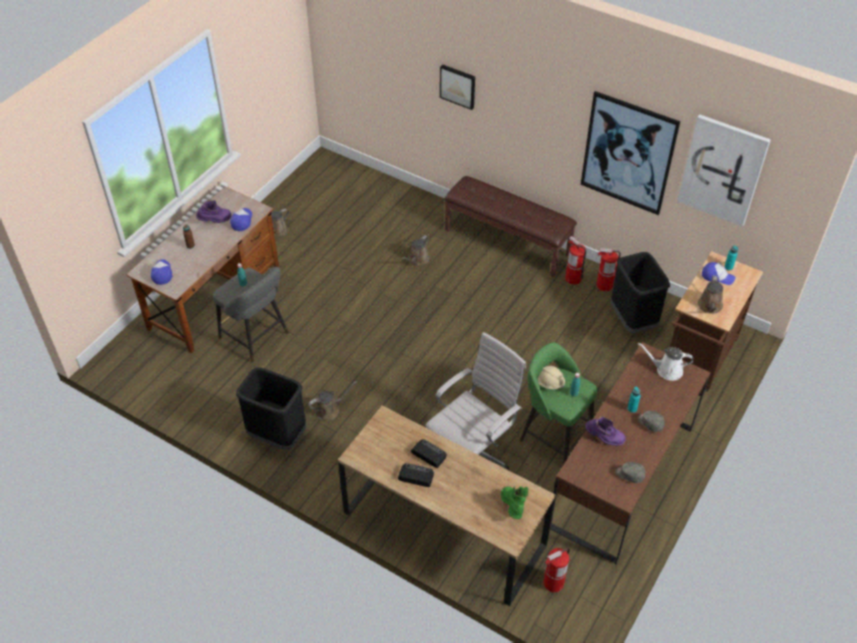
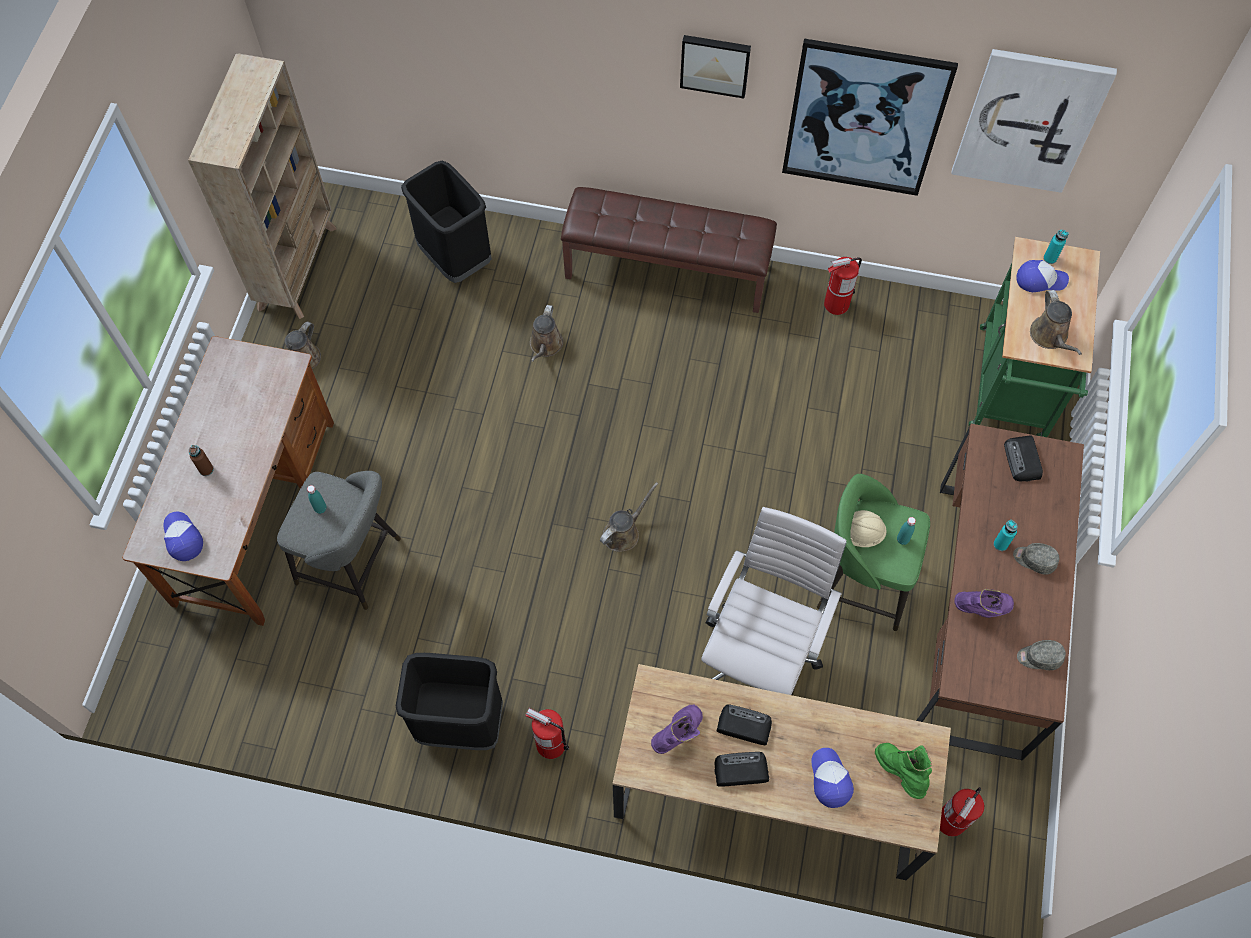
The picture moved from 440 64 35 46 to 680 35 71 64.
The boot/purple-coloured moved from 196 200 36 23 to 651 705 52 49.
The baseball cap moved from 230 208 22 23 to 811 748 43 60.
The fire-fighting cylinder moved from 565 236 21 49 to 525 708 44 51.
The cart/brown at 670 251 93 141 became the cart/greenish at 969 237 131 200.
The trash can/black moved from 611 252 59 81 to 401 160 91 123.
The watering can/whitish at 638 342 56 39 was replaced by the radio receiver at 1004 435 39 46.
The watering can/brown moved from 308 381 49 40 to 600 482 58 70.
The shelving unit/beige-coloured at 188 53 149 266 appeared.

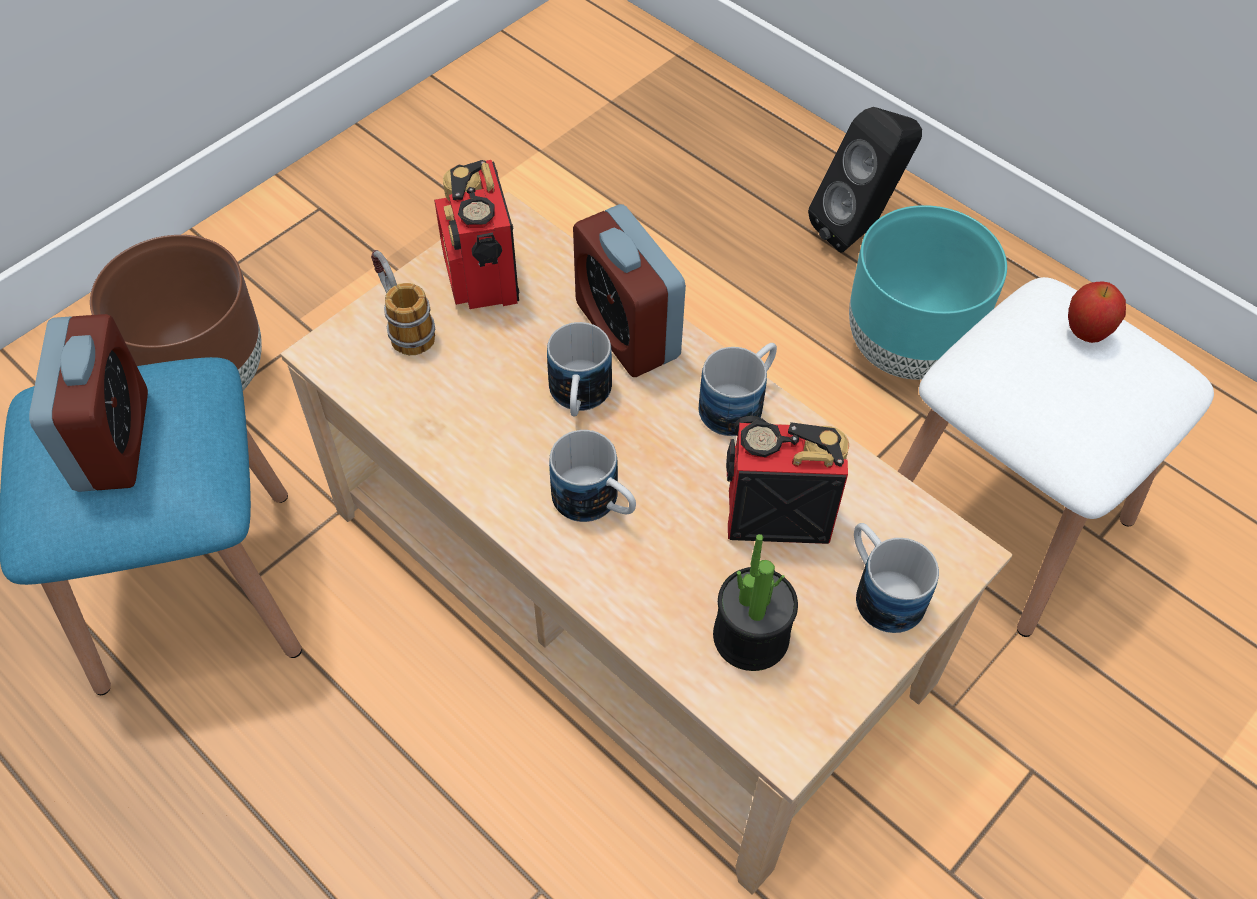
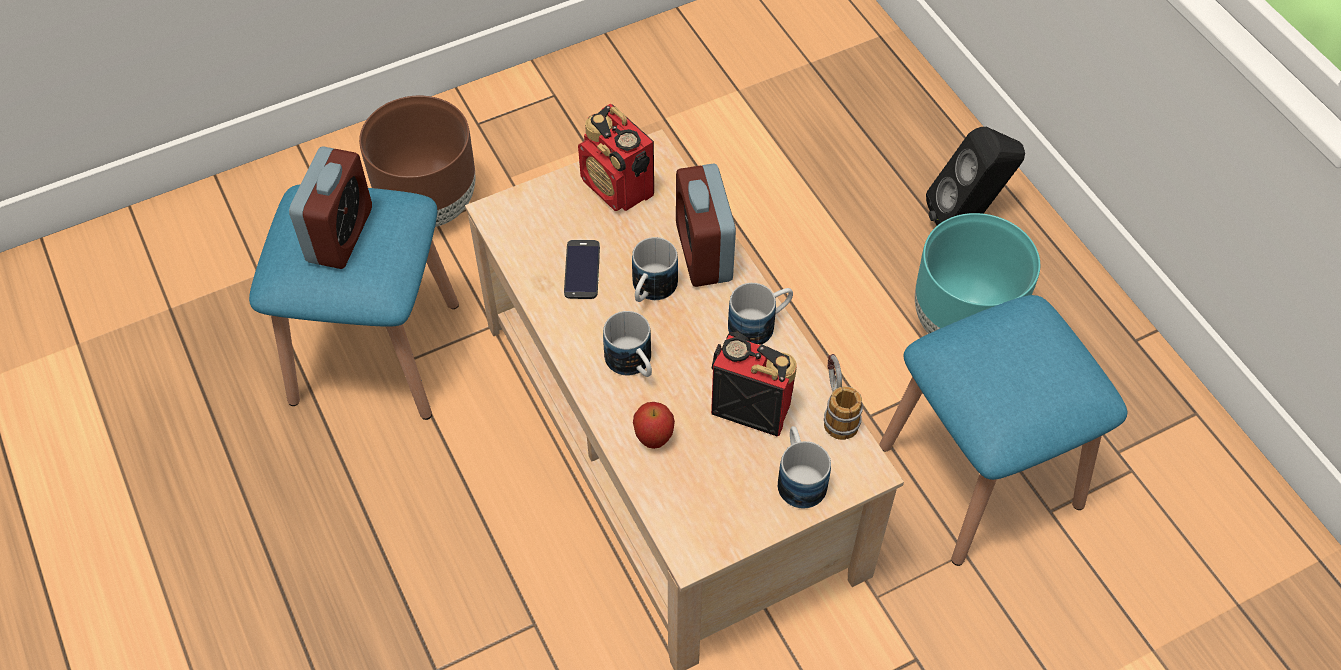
The radio receiver at 434 160 86 149 turned 45 degrees counterclockwise.
The coffee mug moved from 371 250 64 105 to 824 354 39 86.
The stool/whitish at 898 277 316 360 became the stool/bluish at 879 295 248 271.
The apple fruit moved from 1068 281 58 62 to 633 402 42 47.
The plant in a pot at 713 534 85 137 disappeared.
The handset at 564 240 36 59 appeared.

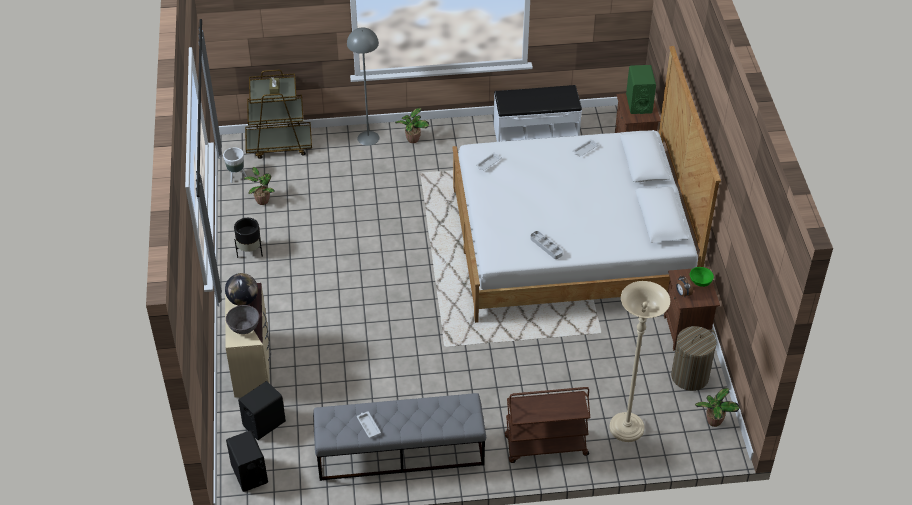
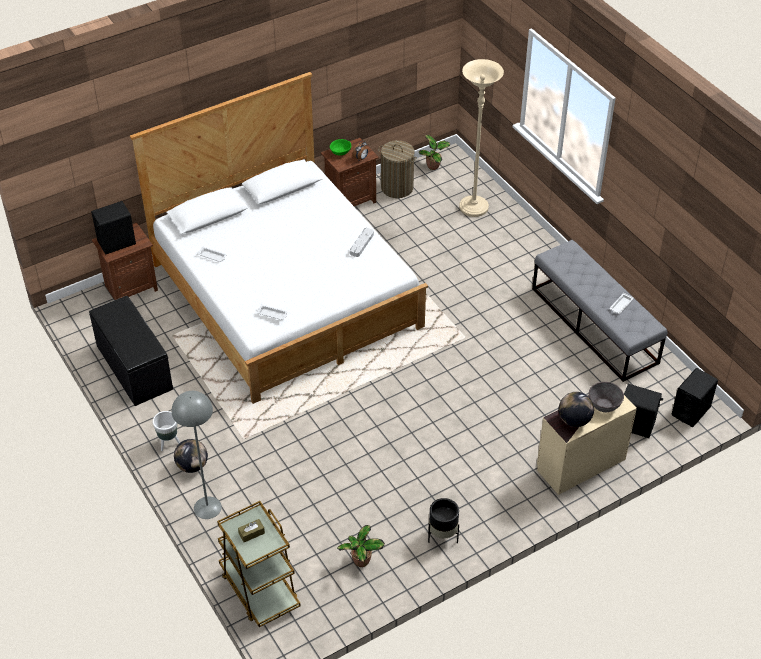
The audio speaker/greenish at 626 65 30 49 became the audio speaker/black at 91 201 45 54.
The bench/whitish at 494 85 88 57 became the bench/black at 89 296 84 110.
The plant in a pot at 395 108 34 35 was replaced by the desk globe at 174 439 34 34.
The flower pot/whitish moved from 223 147 24 36 to 153 411 27 40.
The cart/brown at 505 387 85 76 disappeared.

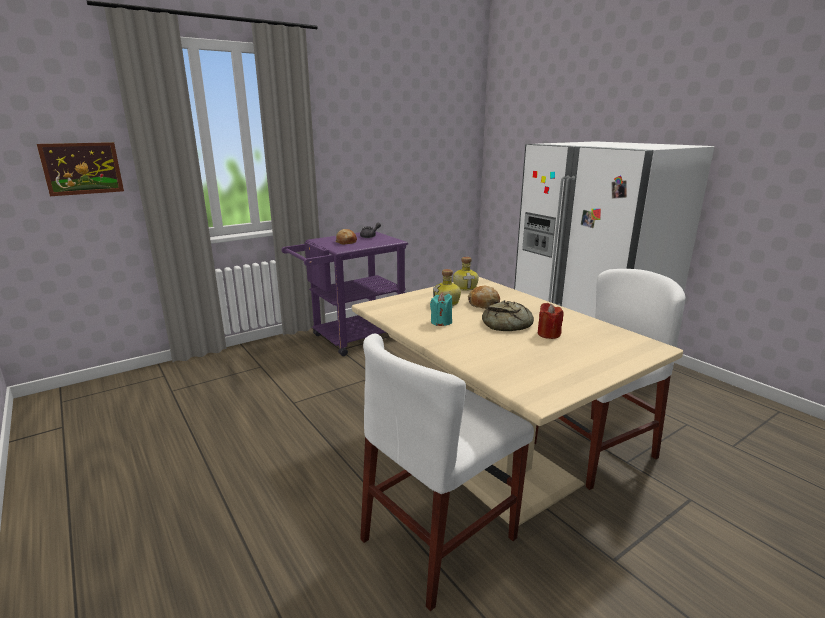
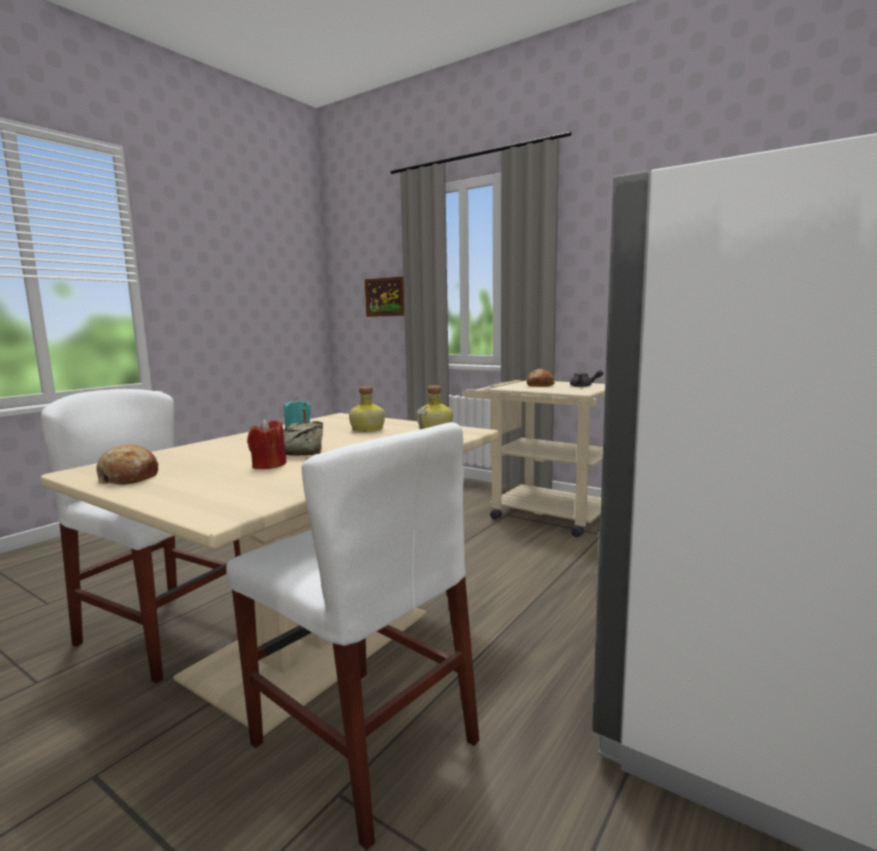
The cart/purple-coloured at 282 232 126 124 became the cart/beige-coloured at 462 380 143 157.
The baked bread moved from 468 286 32 23 to 96 445 62 40.

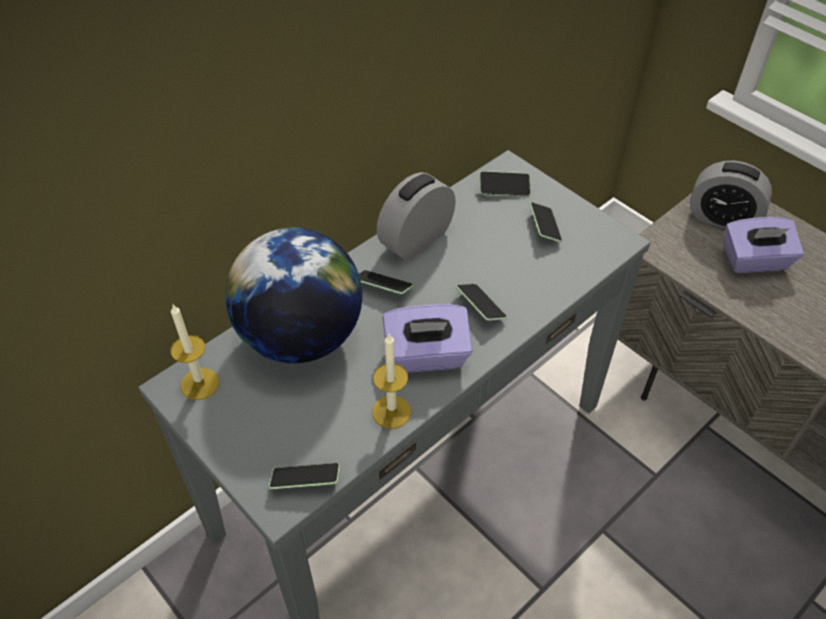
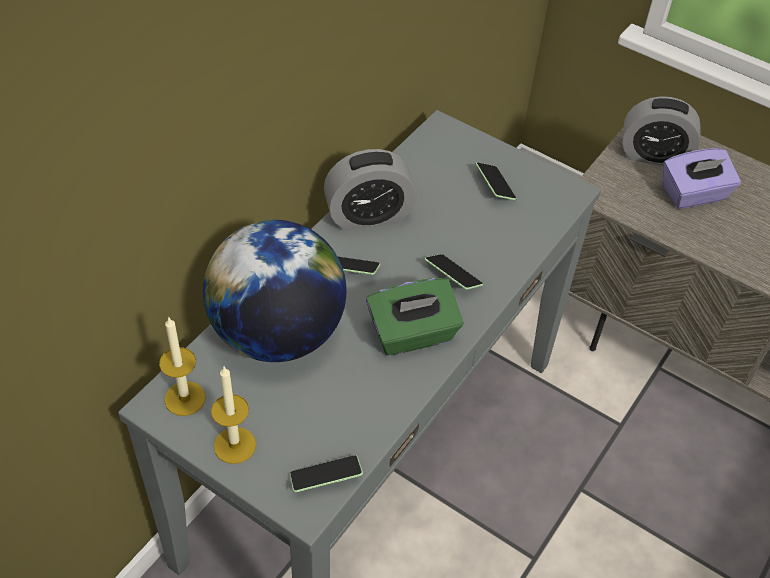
The handset at 479 171 52 26 disappeared.
The bedside clock at 376 172 80 88 turned 135 degrees counterclockwise.
The tissue holder/purple-coloured at 383 304 89 69 became the tissue holder/greenish at 366 278 97 78.
The wax light moved from 372 333 39 96 to 211 367 45 97.

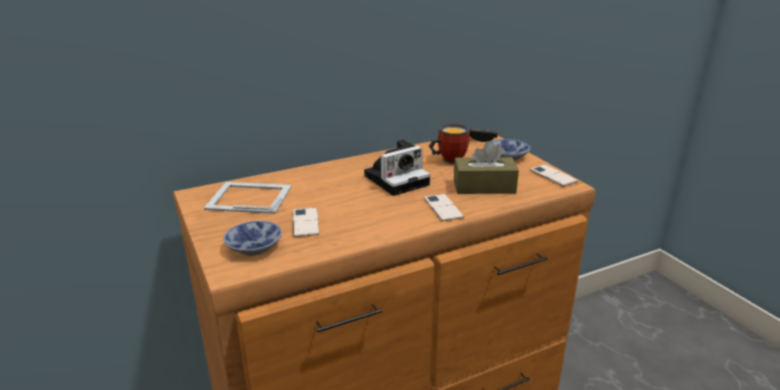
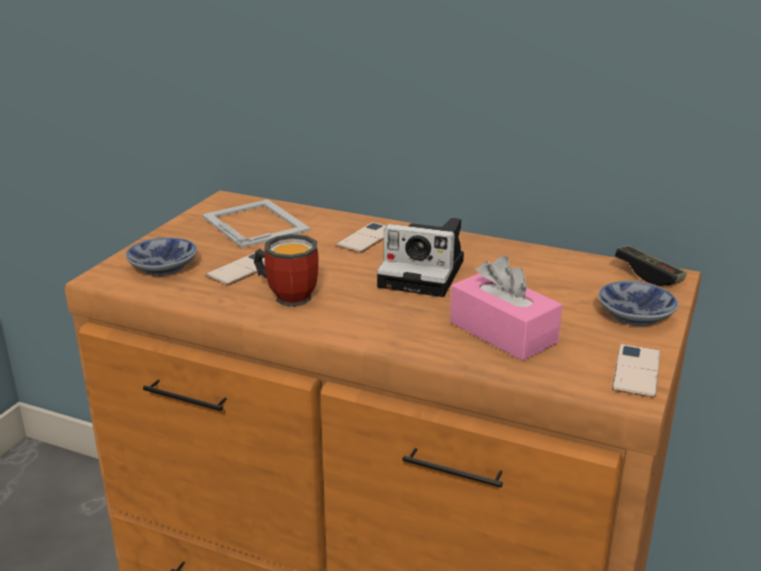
The coffee mug moved from 429 124 41 40 to 254 234 64 73.
The tissue holder/brown at 454 141 65 53 became the tissue holder/pinkish at 450 256 113 105.
The handset moved from 424 194 40 27 to 336 222 51 31.

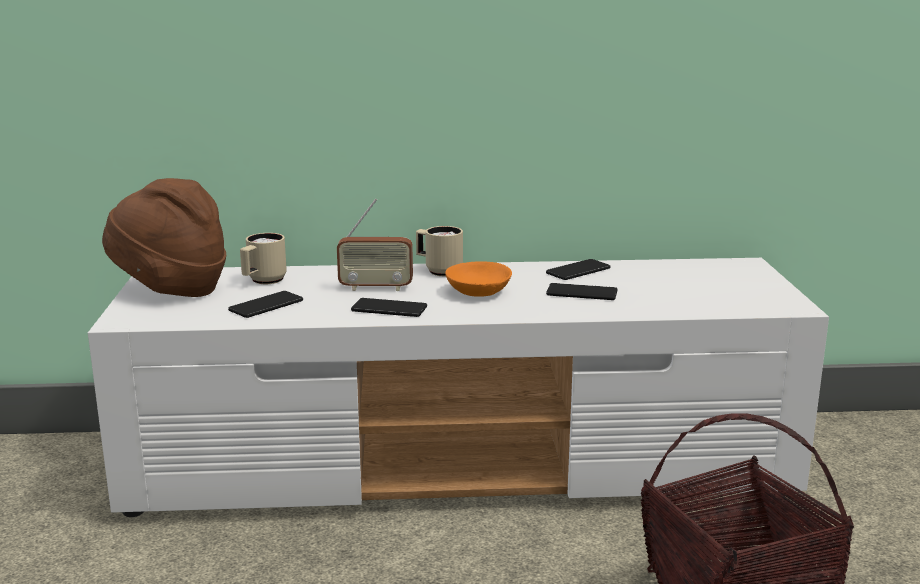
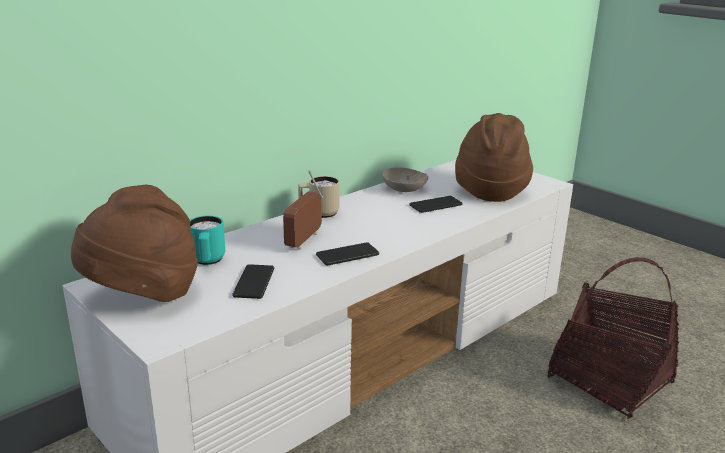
The radio receiver at 337 198 76 93 turned 150 degrees clockwise.
The coffee mug/beige-coloured at 240 233 47 51 became the coffee mug/blue-green at 190 216 35 49.
The handset at 546 259 65 21 was replaced by the serving bowl/beige-coloured at 382 167 46 25.
The serving bowl/orangey at 445 261 67 36 disappeared.
The hat/brown at 455 113 78 89 appeared.

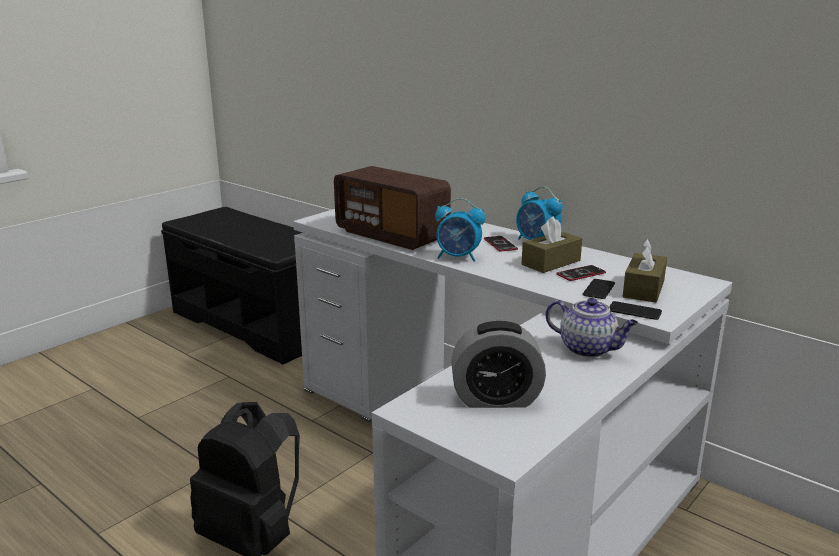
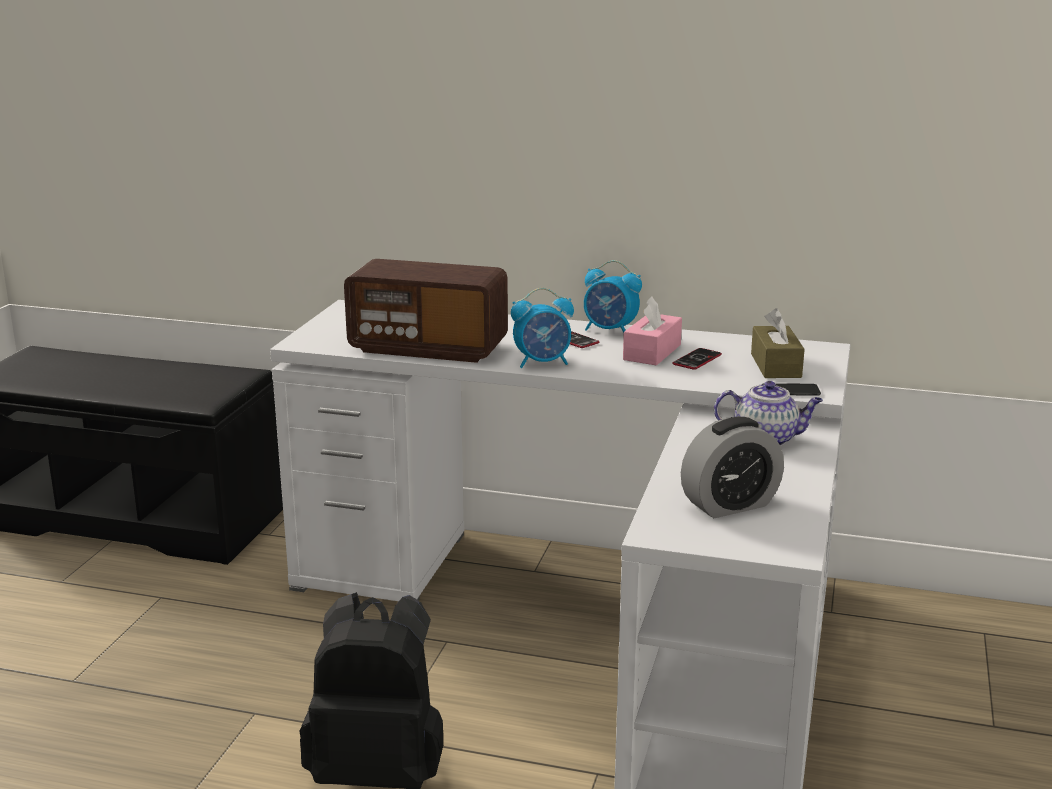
The tissue holder/brown at 521 216 61 57 became the tissue holder/pinkish at 623 296 59 70.
The handset at 583 279 32 20 disappeared.

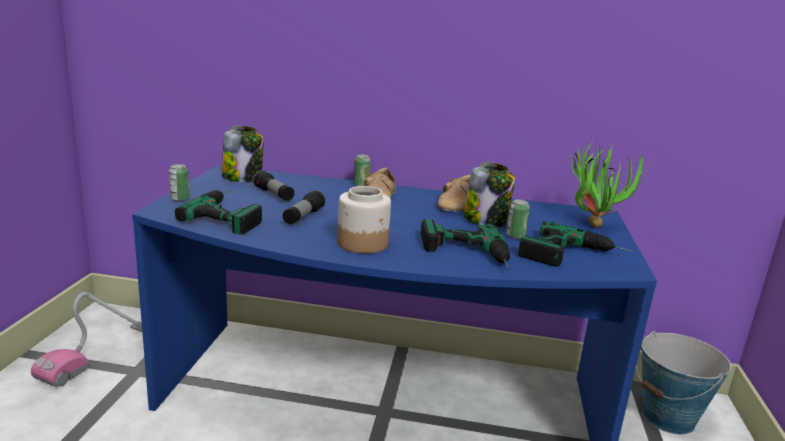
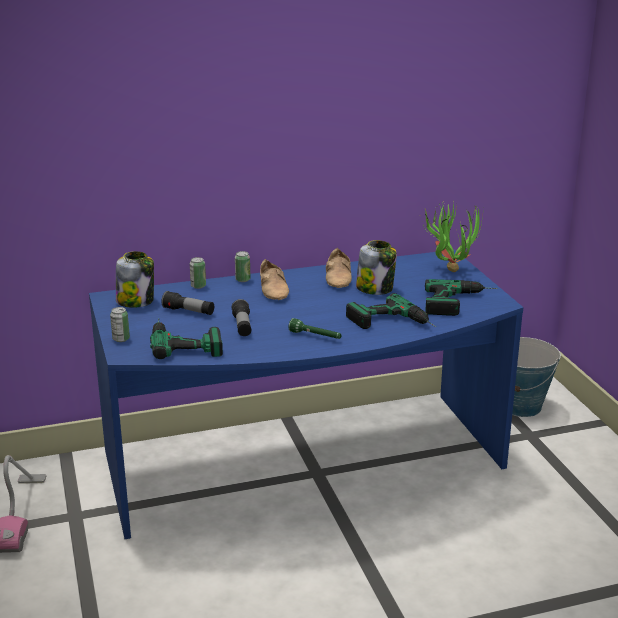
The preserve jar at 337 186 54 68 was replaced by the flashlight/greenish at 288 318 54 21.
The can moved from 506 199 24 40 to 190 257 16 32.

